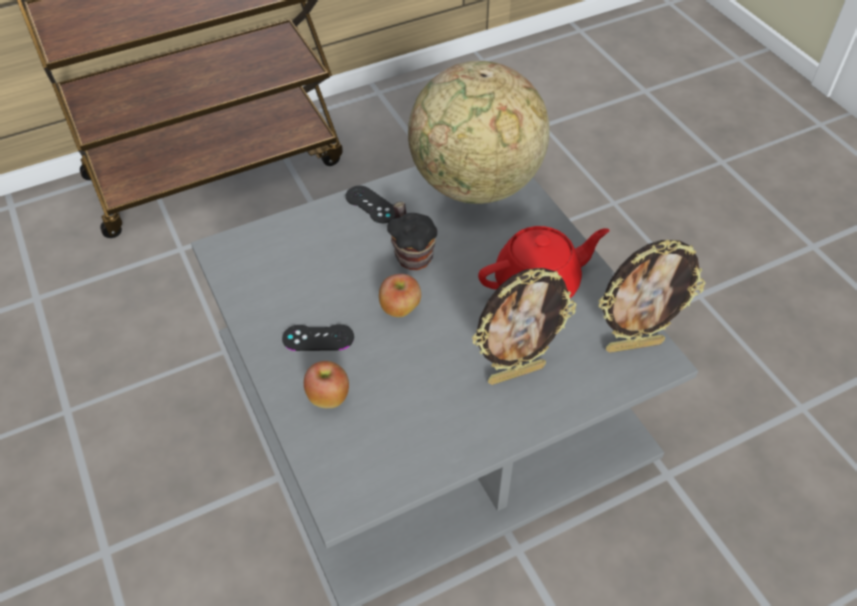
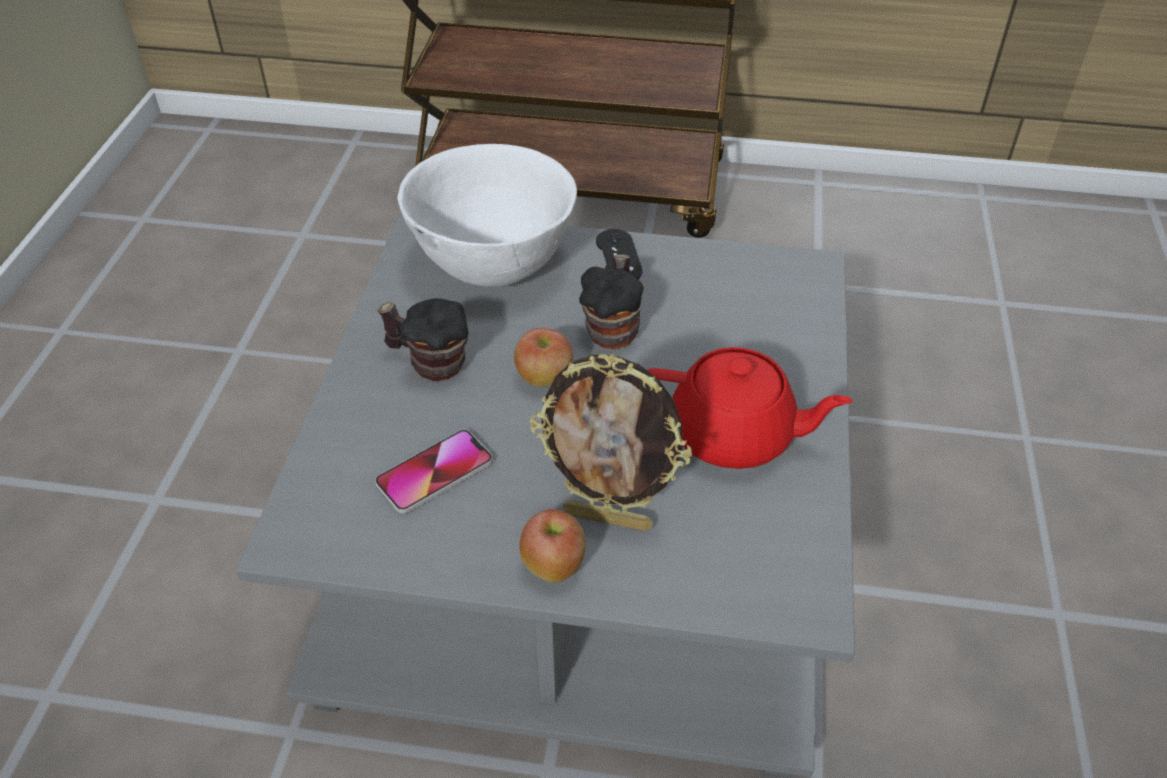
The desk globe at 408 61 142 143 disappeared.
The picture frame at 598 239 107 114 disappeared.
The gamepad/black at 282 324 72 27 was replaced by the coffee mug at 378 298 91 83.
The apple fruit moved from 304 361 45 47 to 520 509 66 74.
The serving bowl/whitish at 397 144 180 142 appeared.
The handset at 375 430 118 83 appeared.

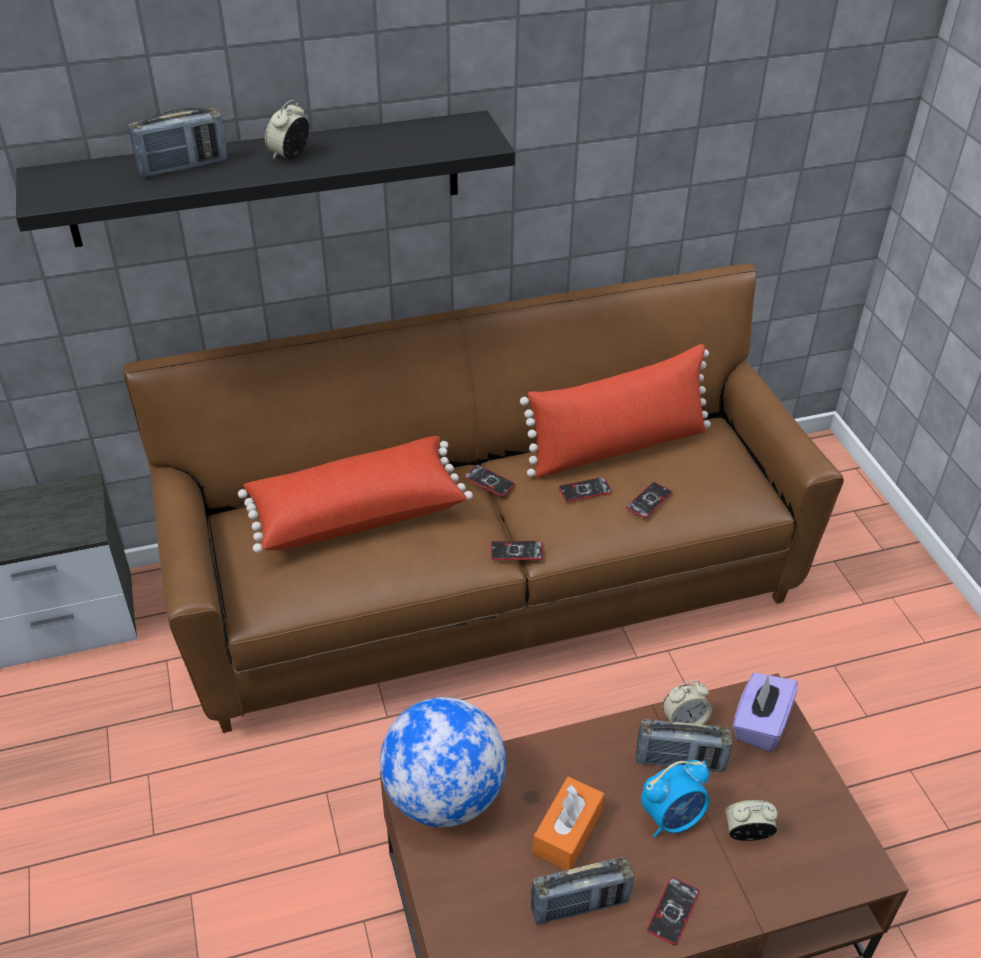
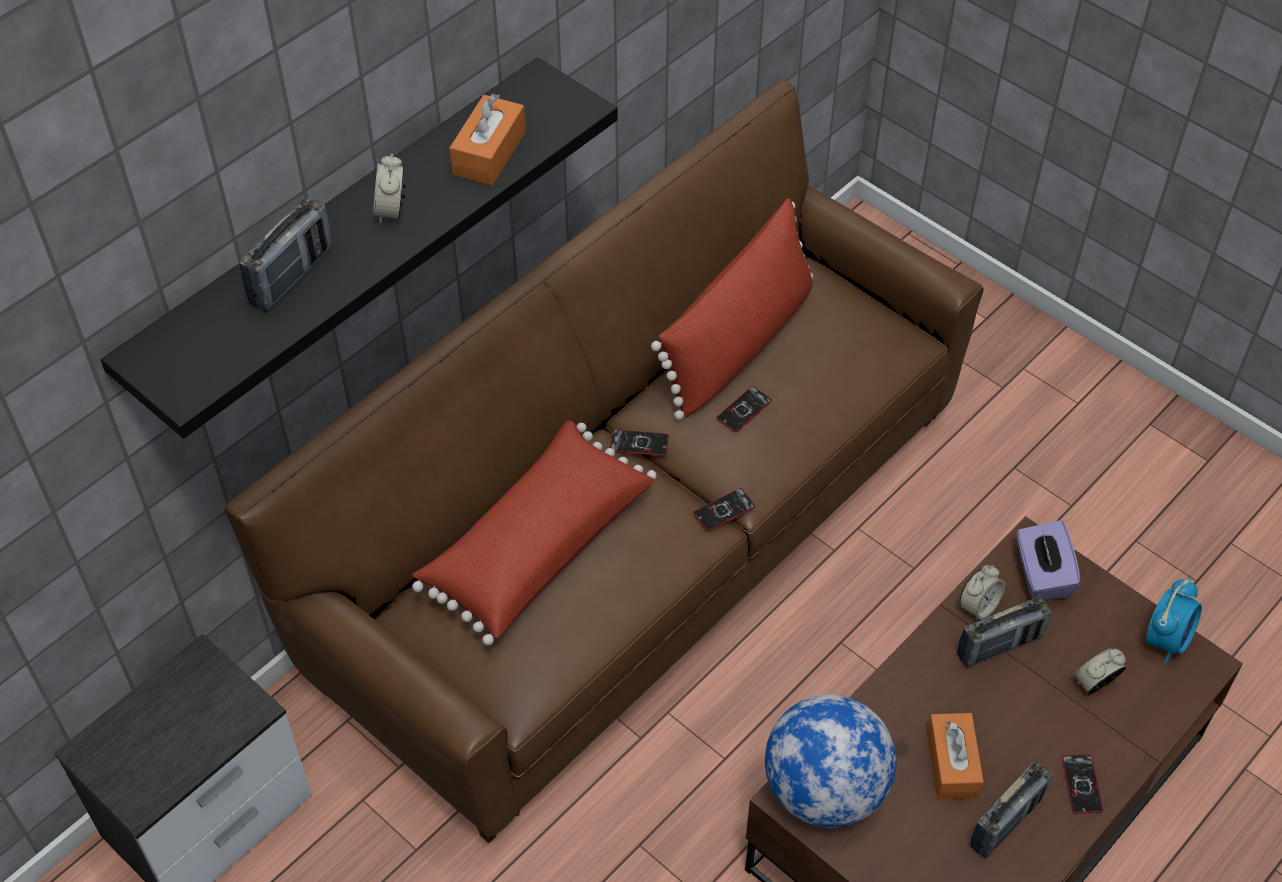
The handset at 626 482 46 36 disappeared.
The bedside clock moved from 641 760 68 77 to 1146 577 56 87.
The tissue holder/orangey at 449 94 77 92 appeared.

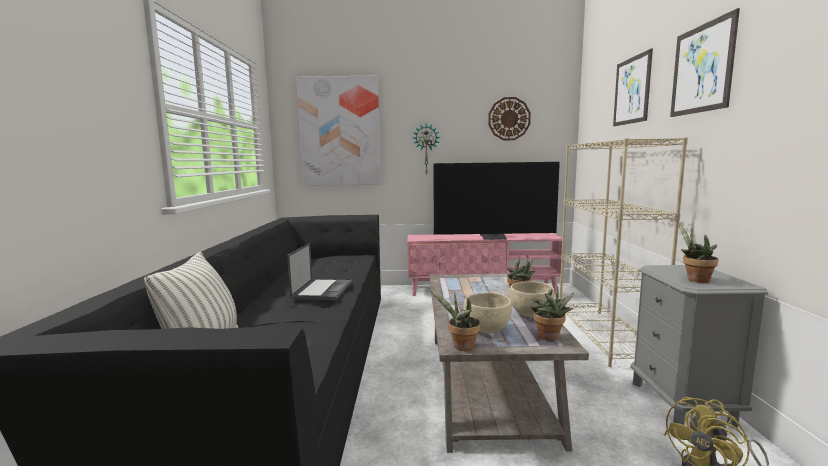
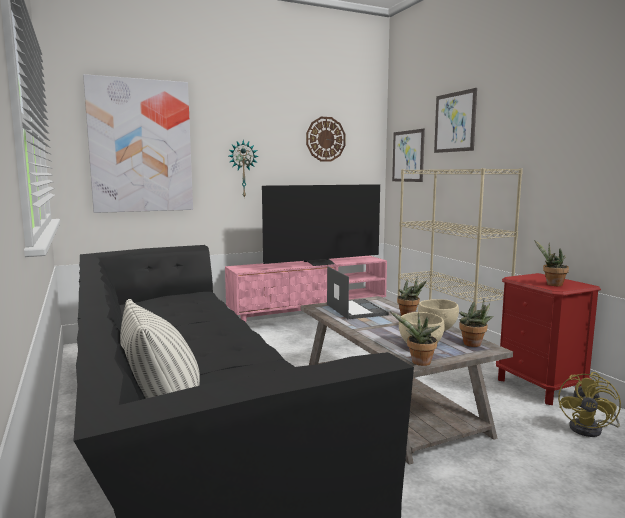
The picture moved from 670 8 70 109 to 392 129 33 53.
The notebook computer moved from 287 243 65 57 to 327 266 62 53.
The bedside table/greyish at 630 265 138 163 became the bedside table/red-coloured at 496 273 105 132.

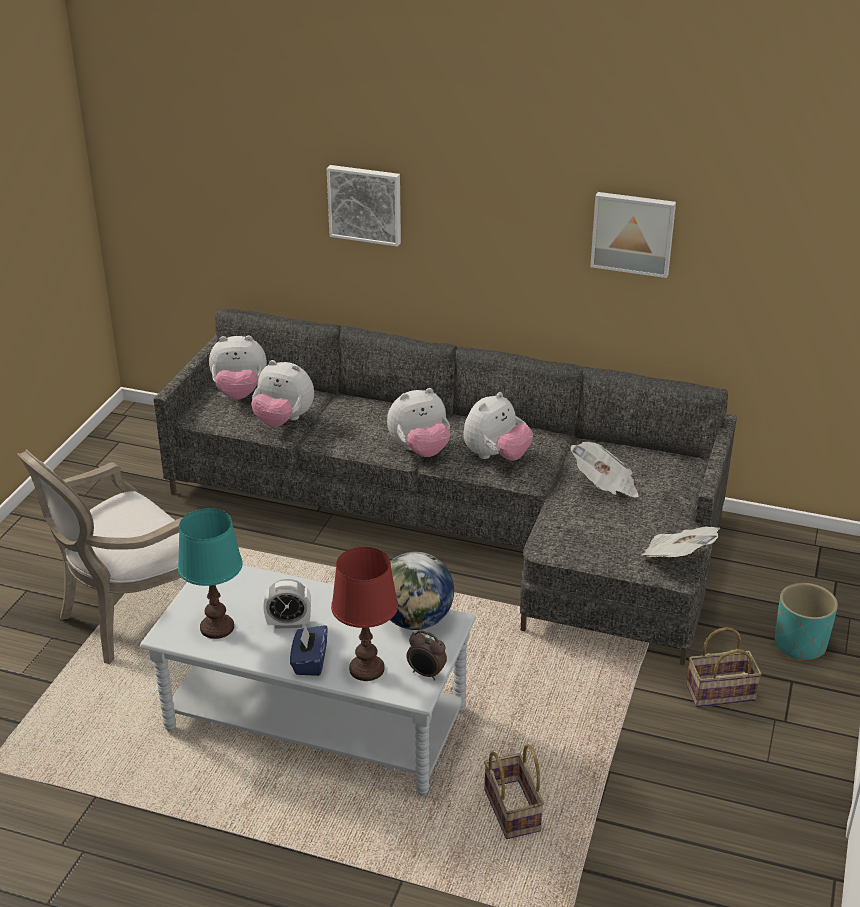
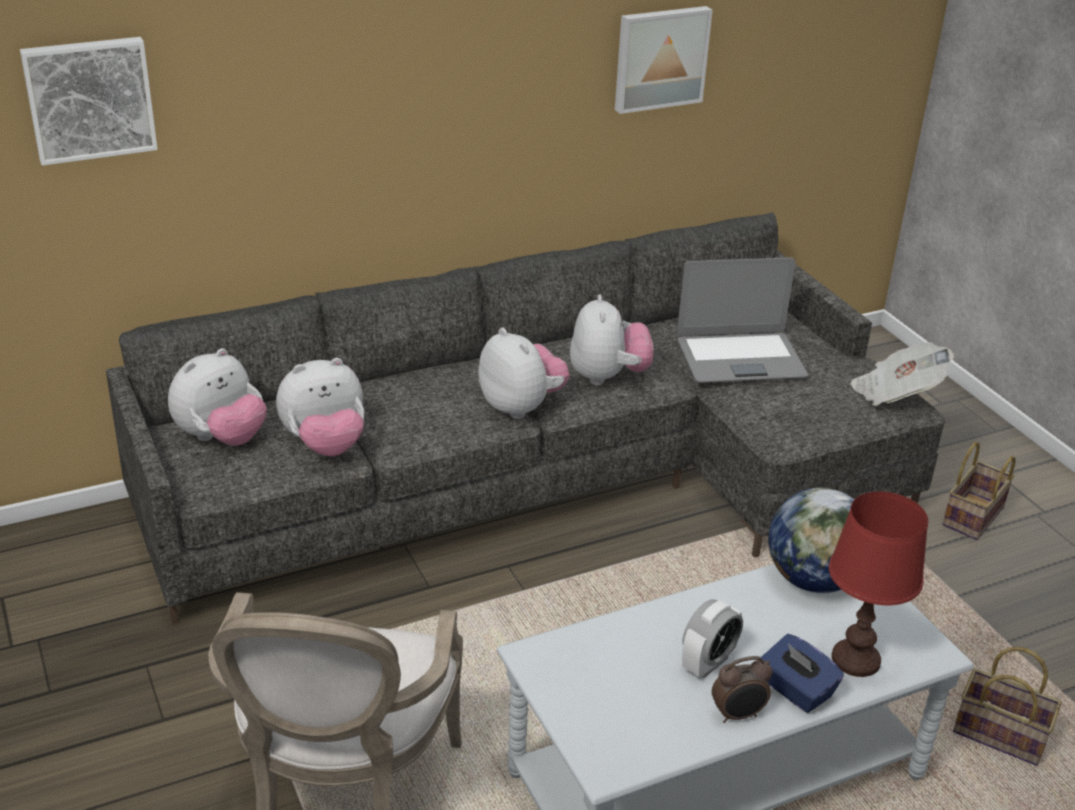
The picture moved from 327 165 74 82 to 20 37 138 129.
The soft toy at 387 388 63 69 turned 60 degrees counterclockwise.
The daily paper at 571 442 68 56 was replaced by the notebook computer at 677 258 131 125.
The lamp for a table/blue-green at 178 508 65 131 disappeared.
The flower pot/blue-green at 775 583 63 77 disappeared.
The bedside clock moved from 407 630 40 51 to 712 656 61 67.

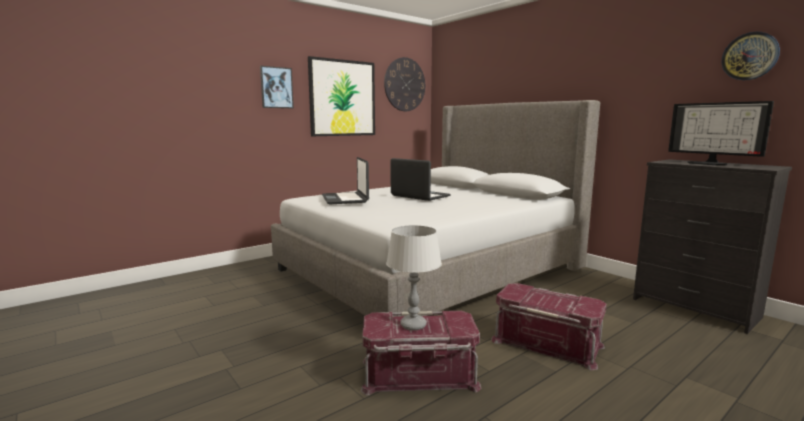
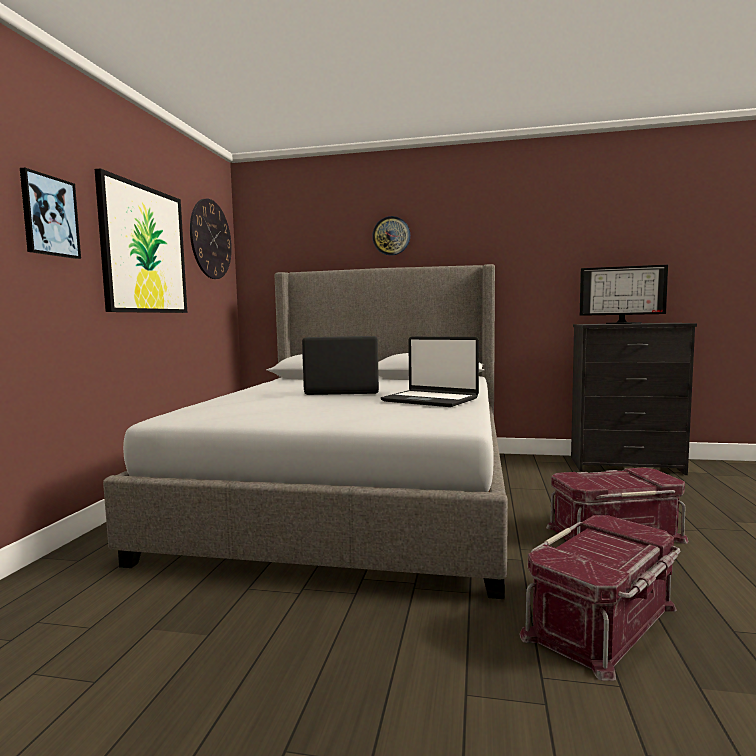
The hanging clock moved from 722 32 58 48 to 372 216 38 39.
The notebook computer moved from 322 157 47 47 to 381 337 98 70.
The lamp for a table/greyish at 386 225 56 106 disappeared.

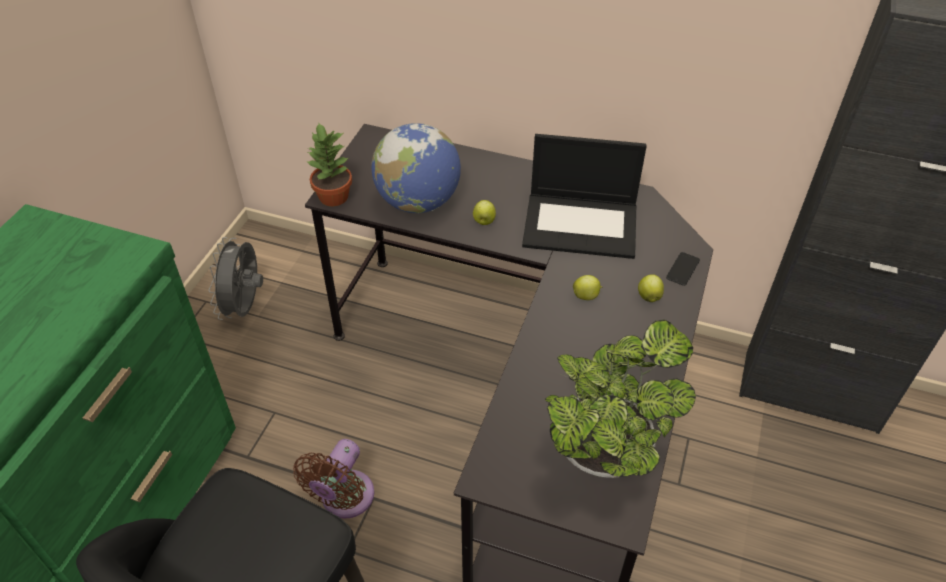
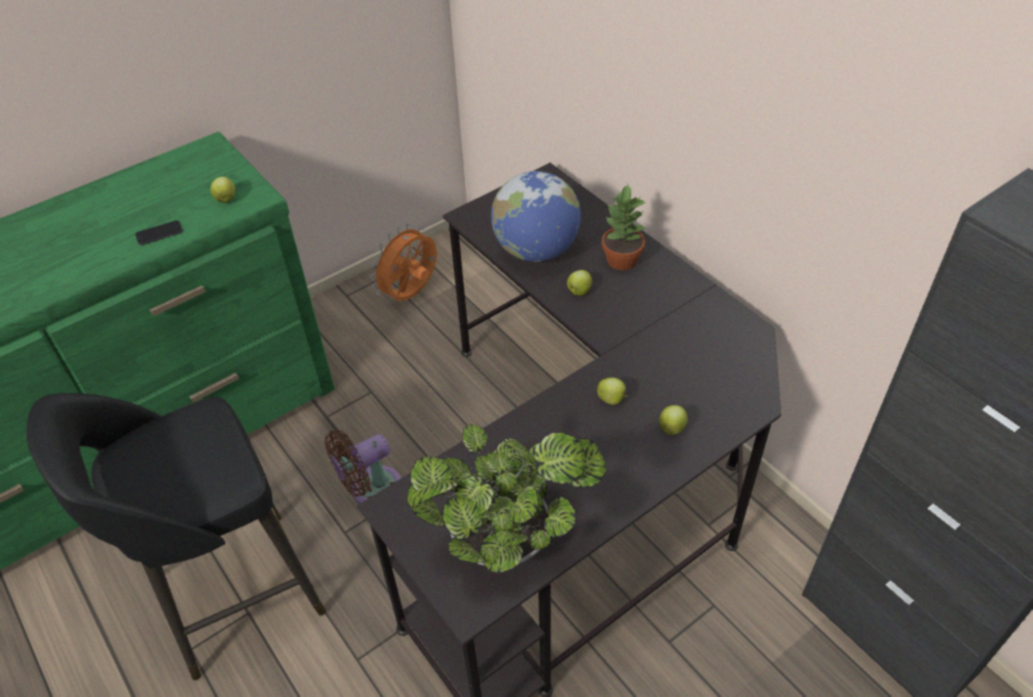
The plant in a pot moved from 306 122 46 84 to 602 184 44 86.
The notebook computer at 522 134 125 125 disappeared.
The fan/greyish at 209 237 54 83 became the fan/orangey at 370 224 67 77.
The handset moved from 666 252 34 34 to 135 220 48 25.
The apple fruit at 210 177 25 26 appeared.

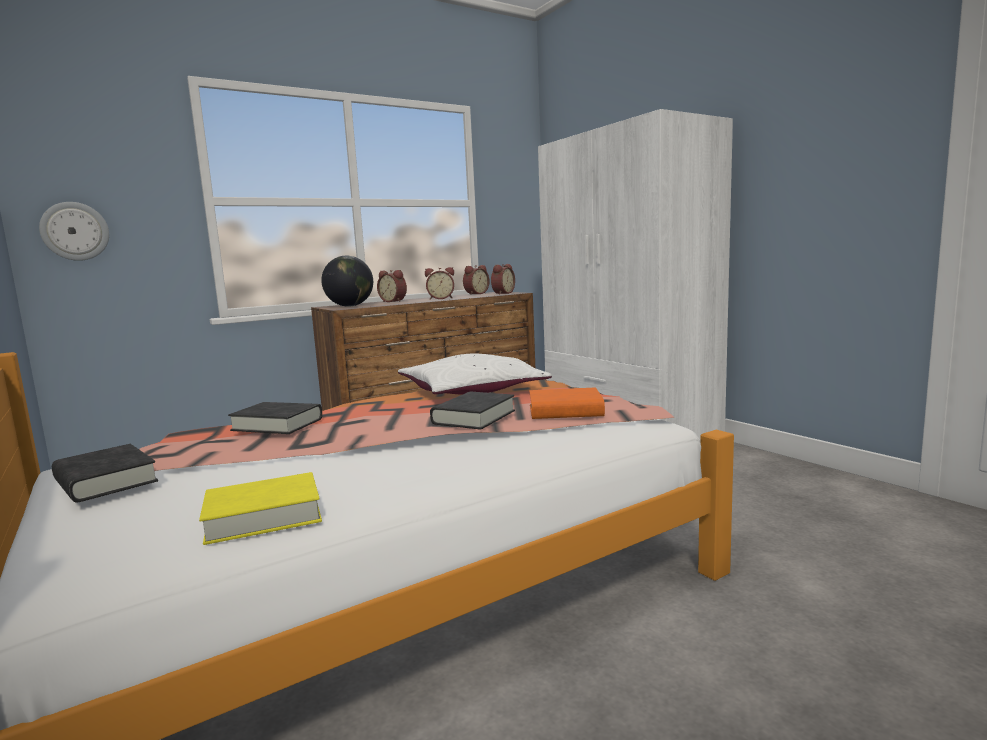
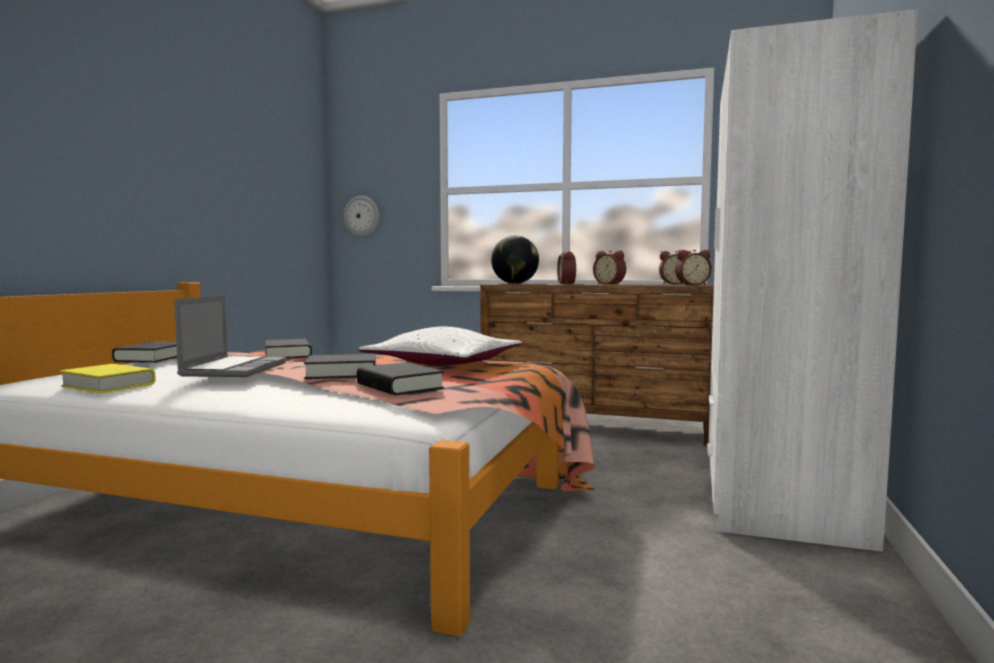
The volume/orangey at 529 388 76 31 became the volume/black at 357 362 87 33.
The notebook computer at 174 295 113 82 appeared.

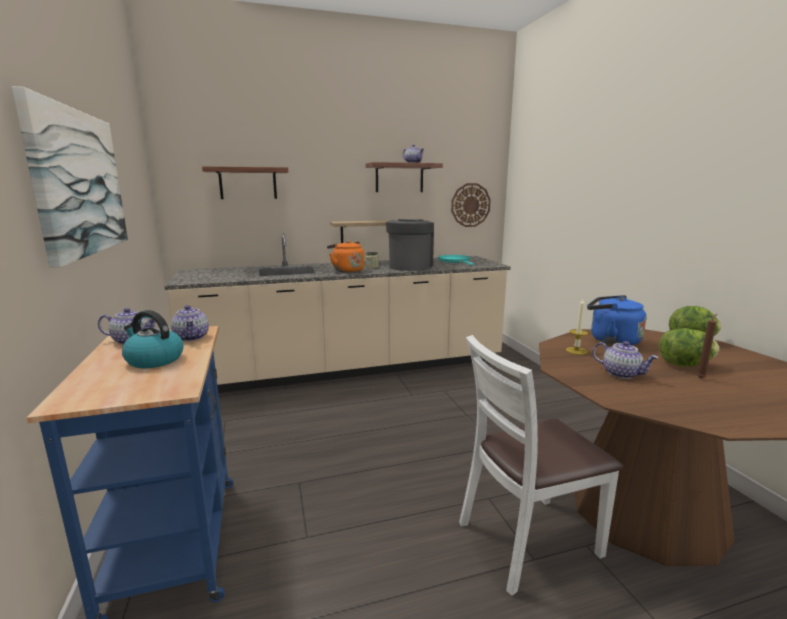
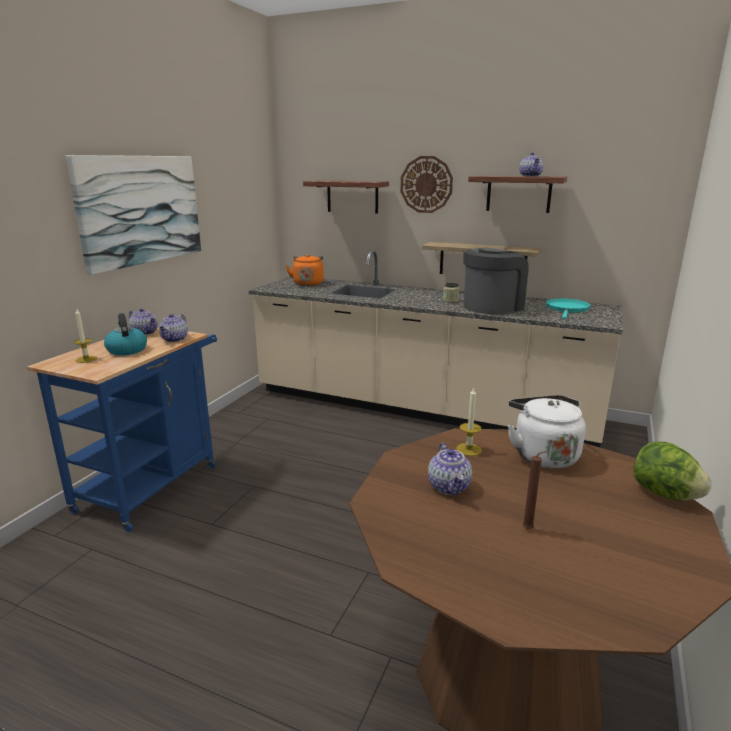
The hanging clock moved from 451 183 40 44 to 401 156 52 57.
The kettle/orangey moved from 327 241 37 32 to 286 254 38 32.
The kettle/bluish at 587 295 60 51 became the kettle/whitish at 508 395 78 74.
The head of lettuce at 659 328 61 39 disappeared.
The chair/whitish at 459 335 164 261 disappeared.
The wax light at 74 309 23 54 appeared.

